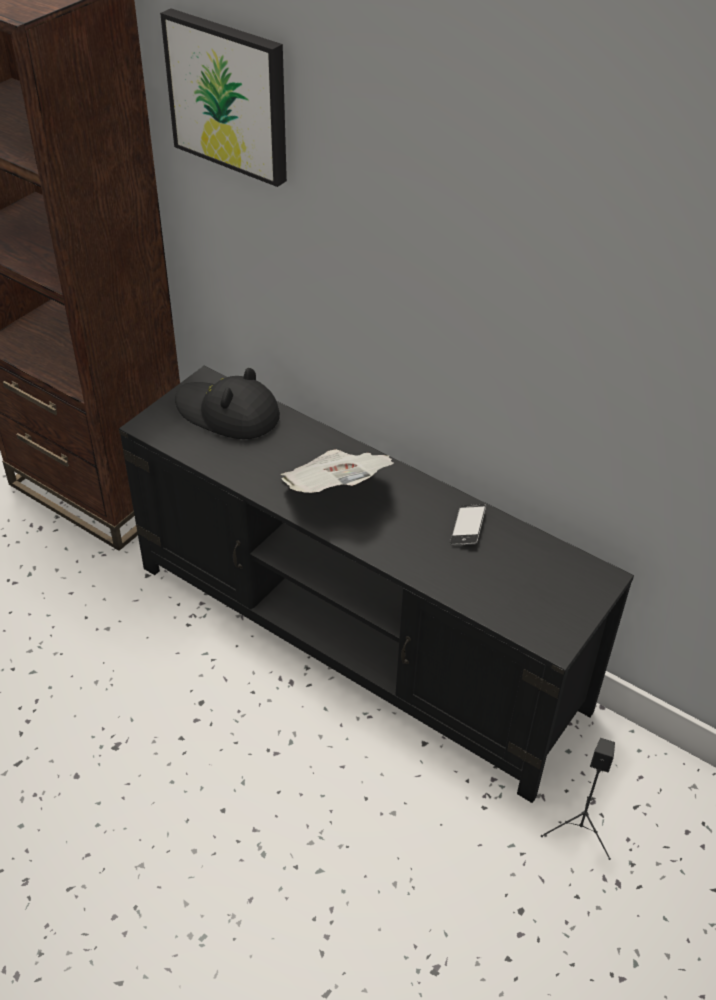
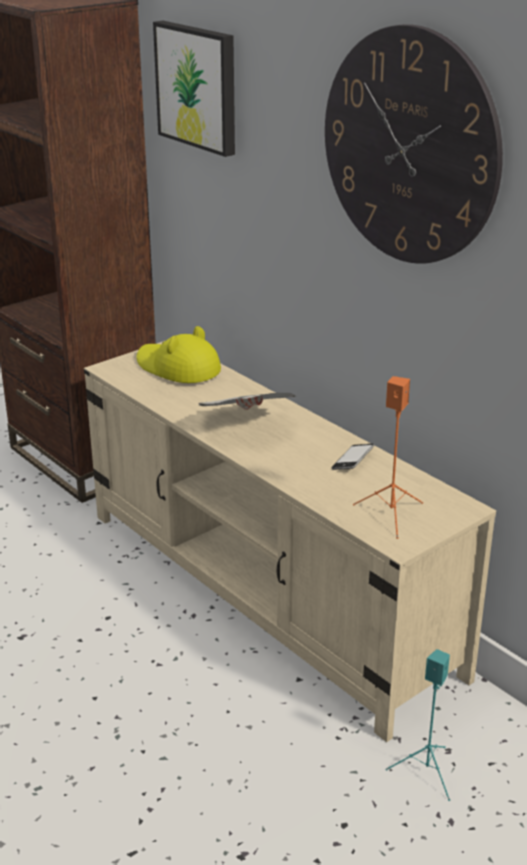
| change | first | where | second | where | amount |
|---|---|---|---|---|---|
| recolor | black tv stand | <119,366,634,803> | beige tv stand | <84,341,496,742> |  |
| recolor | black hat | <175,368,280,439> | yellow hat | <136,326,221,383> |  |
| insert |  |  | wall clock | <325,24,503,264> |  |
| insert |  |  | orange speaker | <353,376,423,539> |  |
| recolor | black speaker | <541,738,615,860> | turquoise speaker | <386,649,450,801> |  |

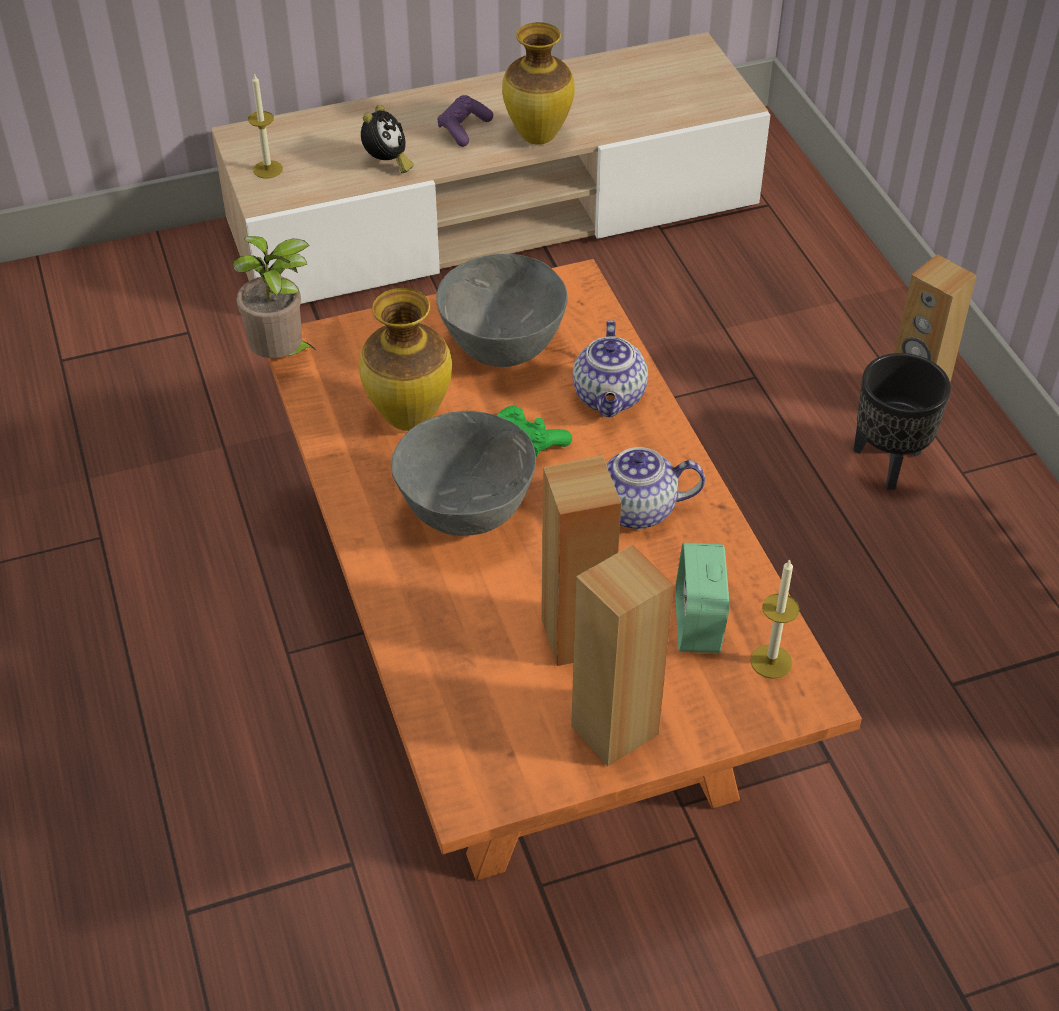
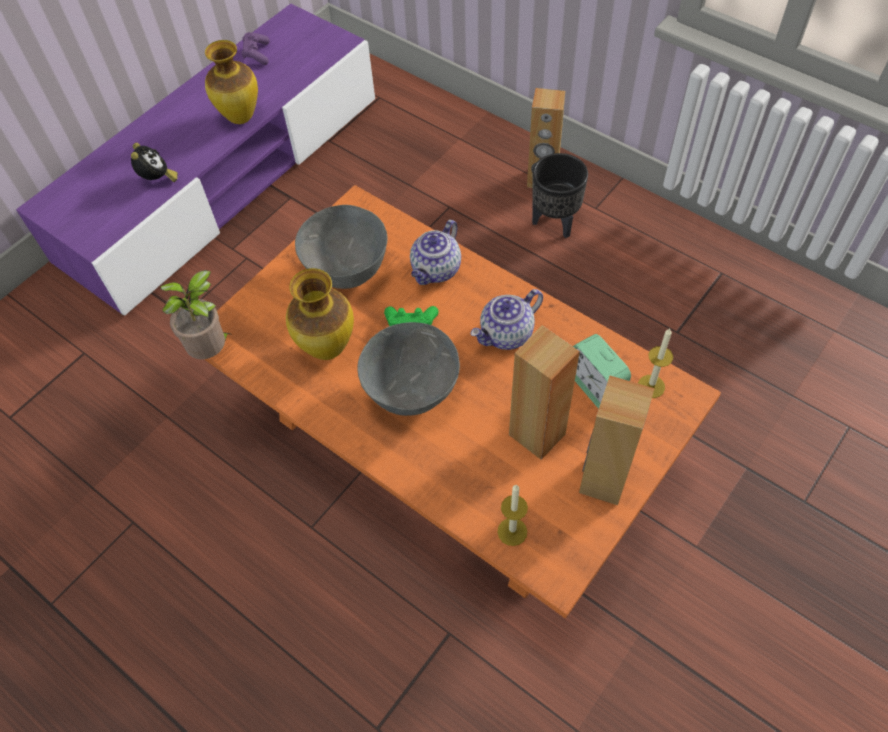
| change | first | where | second | where | amount |
|---|---|---|---|---|---|
| recolor | beige tv stand | <211,32,770,304> | purple tv stand | <16,4,375,316> |  |
| move | purple game controller | <437,95,493,147> |  | <241,32,270,65> |  |
| rotate | teapot | <573,320,648,417> |  | <410,220,461,285> | 60 degrees clockwise |
| move | candle | <248,73,283,178> |  | <497,485,528,546> |  |

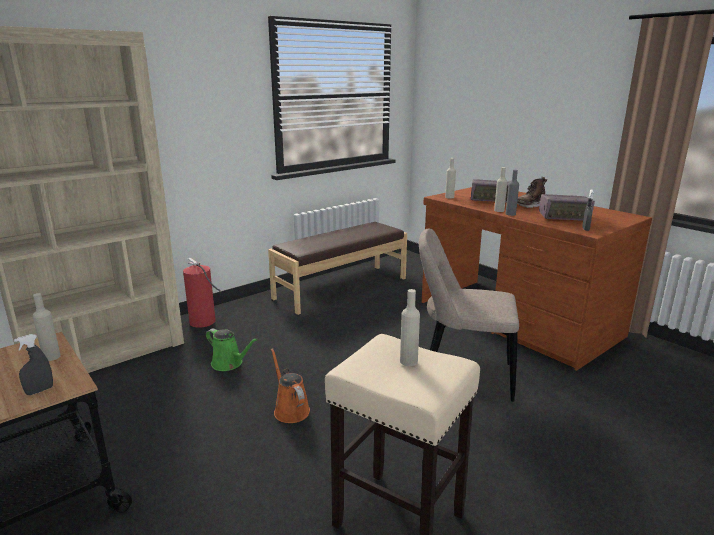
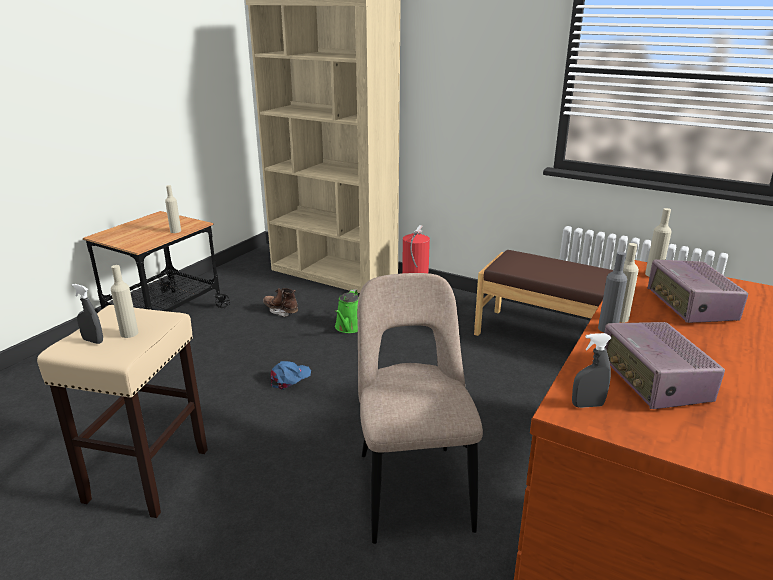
| change | first | where | second | where | amount |
|---|---|---|---|---|---|
| move | grey spray bottle | <14,334,53,395> |  | <72,284,103,344> |  |
| move | brown boot | <517,177,547,208> |  | <263,288,298,317> |  |
| replace | orange watering can | <271,348,310,423> | blue cap | <271,361,311,390> |  |

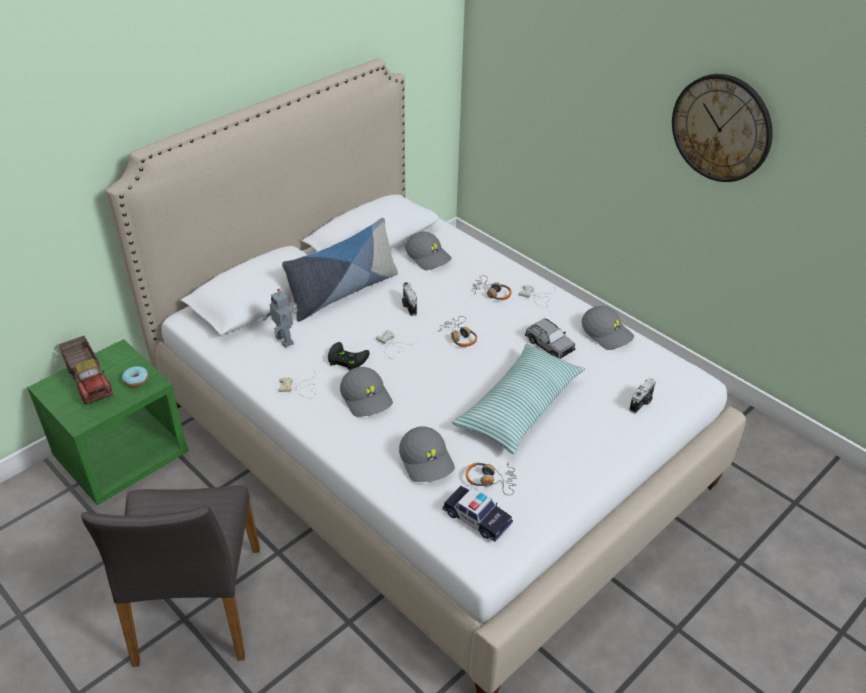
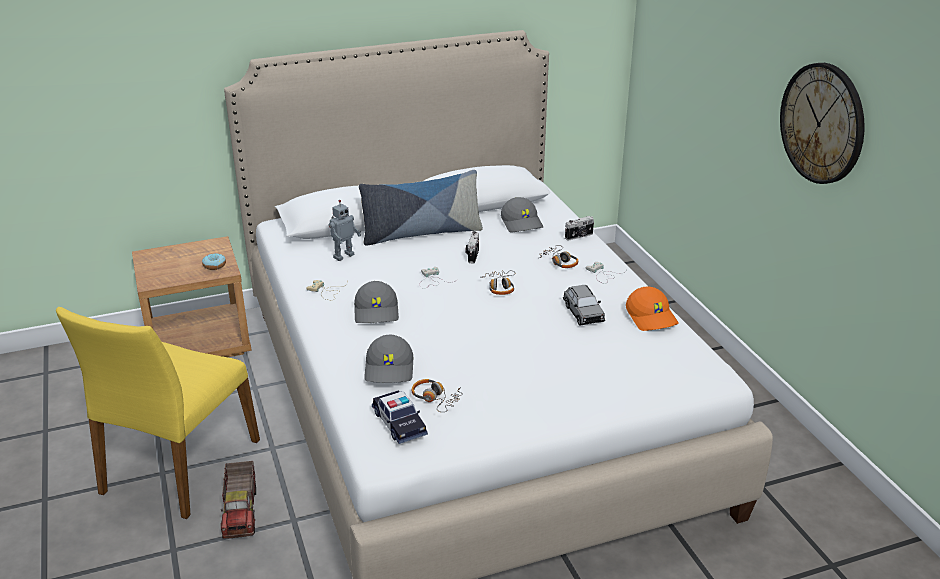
| change | first | where | second | where | amount |
|---|---|---|---|---|---|
| recolor | grey chair | <81,485,260,667> | yellow chair | <56,307,260,519> |  |
| recolor | green nightstand | <27,339,189,505> | brown nightstand | <132,236,252,357> |  |
| move | toy truck | <59,336,113,404> |  | <221,461,256,539> |  |
| rotate | toy robot | <262,289,298,348> |  | <329,200,361,261> | 120 degrees counterclockwise |
| move | photo camera | <629,378,656,414> |  | <565,216,594,241> |  |
| recolor | grey cap | <582,306,634,350> | orange cap | <626,286,679,331> |  |
| delete | black game controller | <328,342,369,371> |  |  |  |
| delete | pillow | <452,342,585,454> |  |  |  |

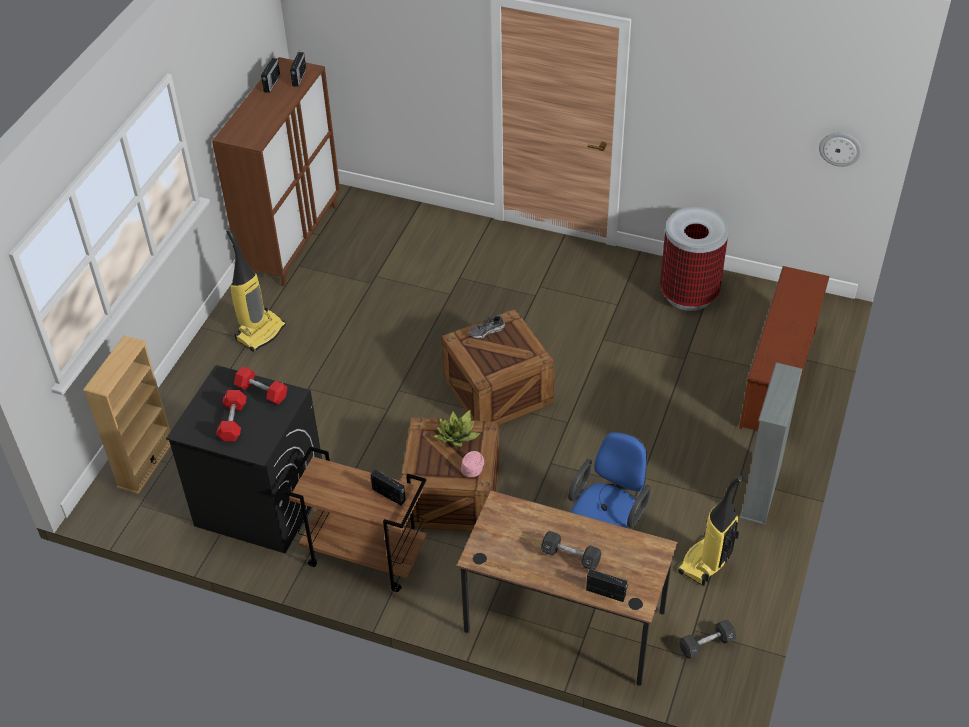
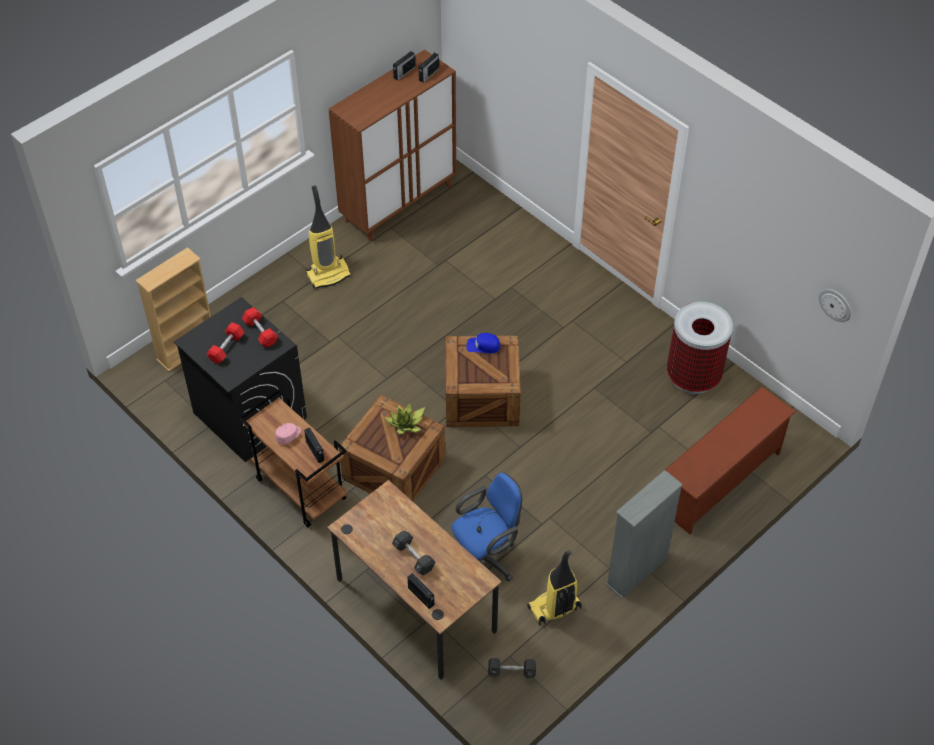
| change | first | where | second | where | amount |
|---|---|---|---|---|---|
| move | pink cap | <461,451,484,477> |  | <275,423,301,445> |  |
| replace | shoe | <469,314,505,339> | blue cap | <466,333,501,354> |  |

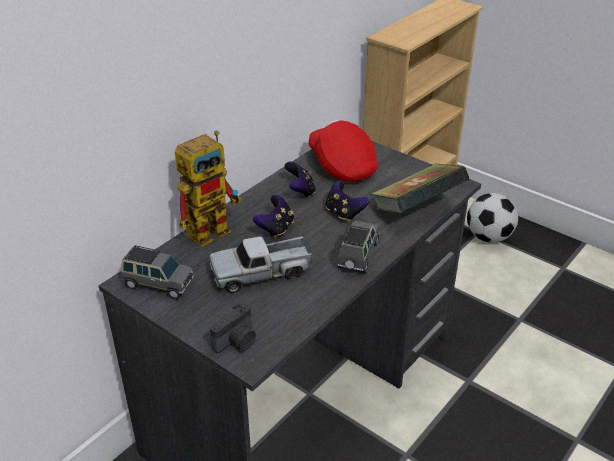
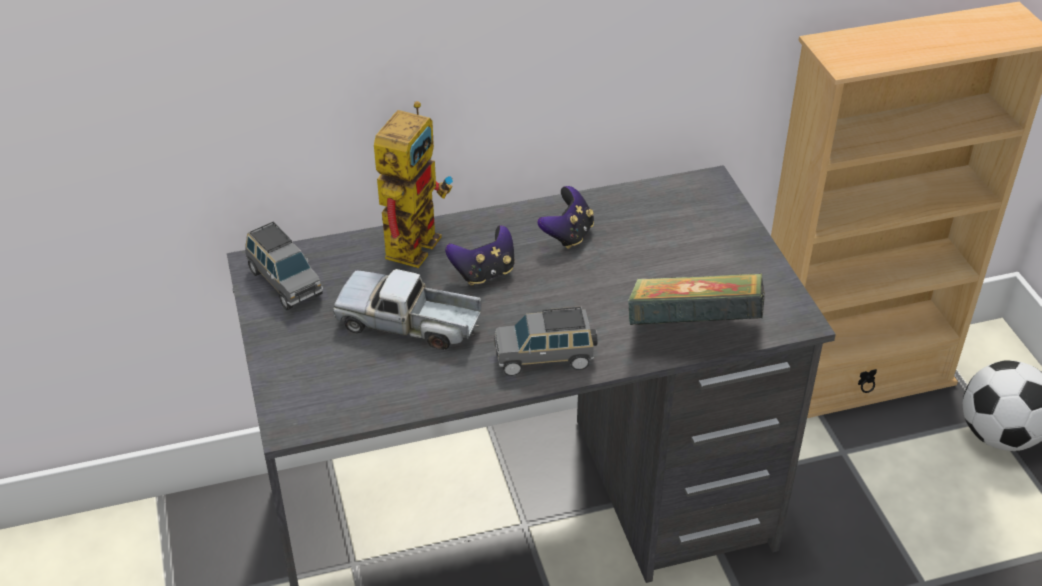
| change | first | where | second | where | amount |
|---|---|---|---|---|---|
| rotate | toy robot | <175,131,242,247> |  | <374,101,453,268> | 60 degrees counterclockwise |
| rotate | grey toy car | <337,221,379,273> |  | <494,306,597,376> | 150 degrees counterclockwise |
| delete | photo camera | <210,303,256,353> |  |  |  |
| delete | red cap | <309,120,378,182> |  |  |  |
| delete | game controller | <325,181,369,222> |  |  |  |

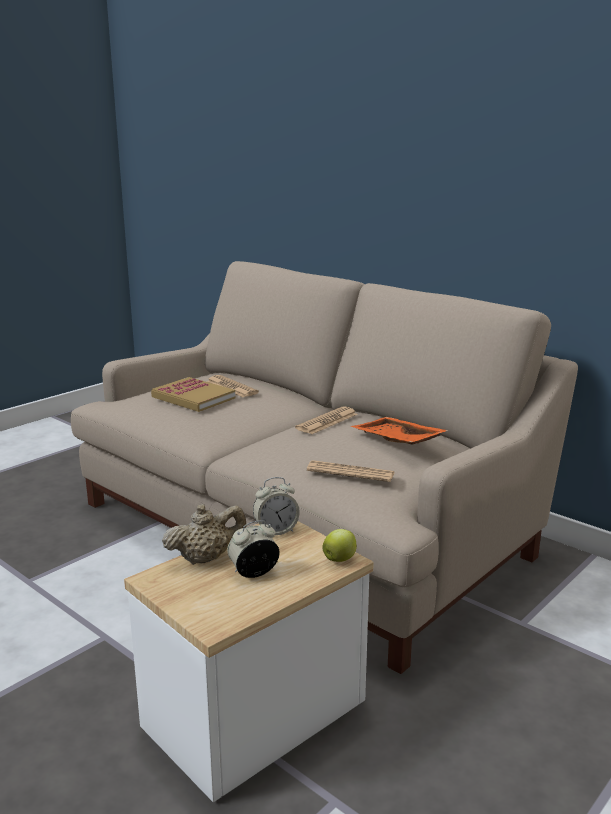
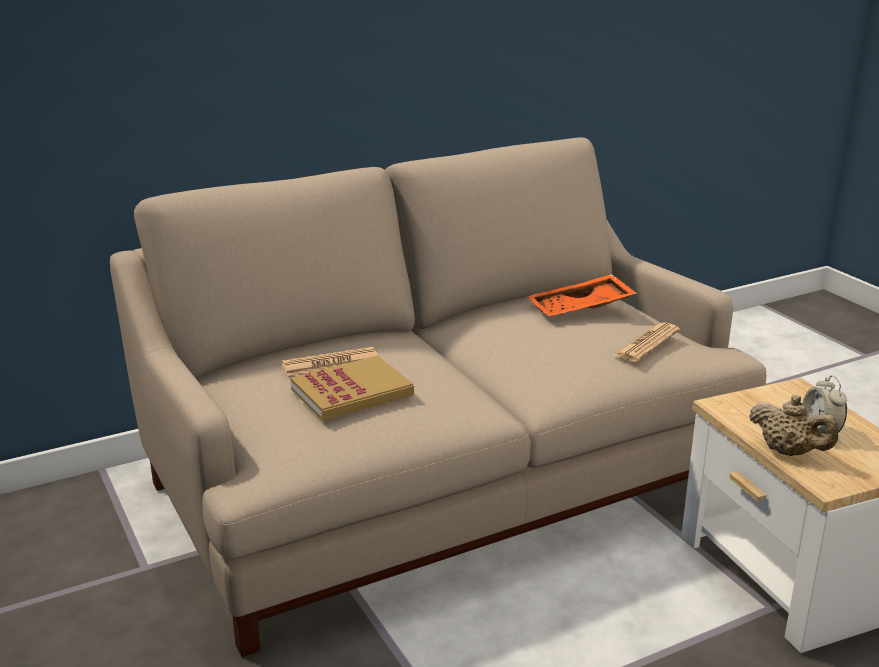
| change | first | where | second | where | amount |
|---|---|---|---|---|---|
| rotate | beige teapot | <162,504,246,565> |  | <749,395,838,456> | 135 degrees clockwise |
| delete | alarm clock | <253,477,300,535> |  |  |  |
| delete | newspaper | <295,406,358,434> |  |  |  |
| delete | apple | <322,529,356,562> |  |  |  |

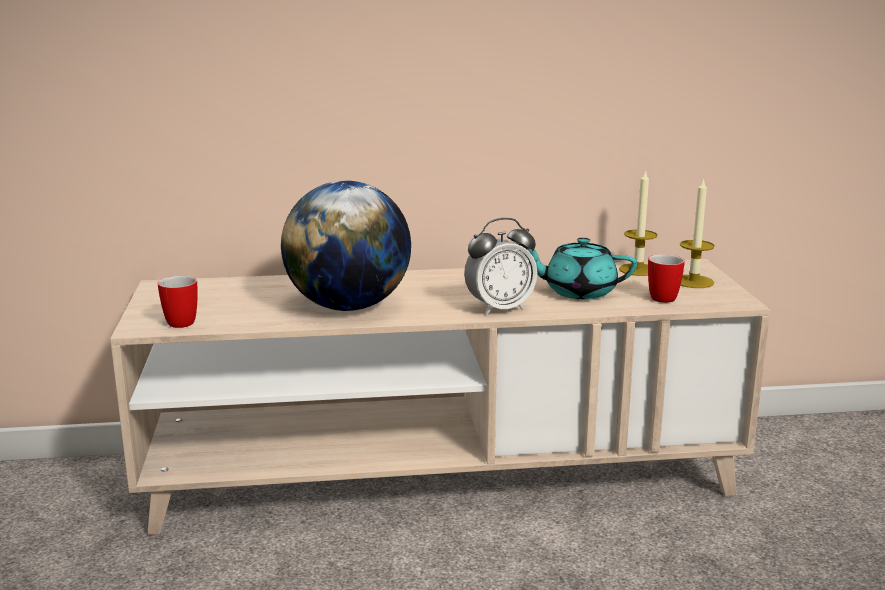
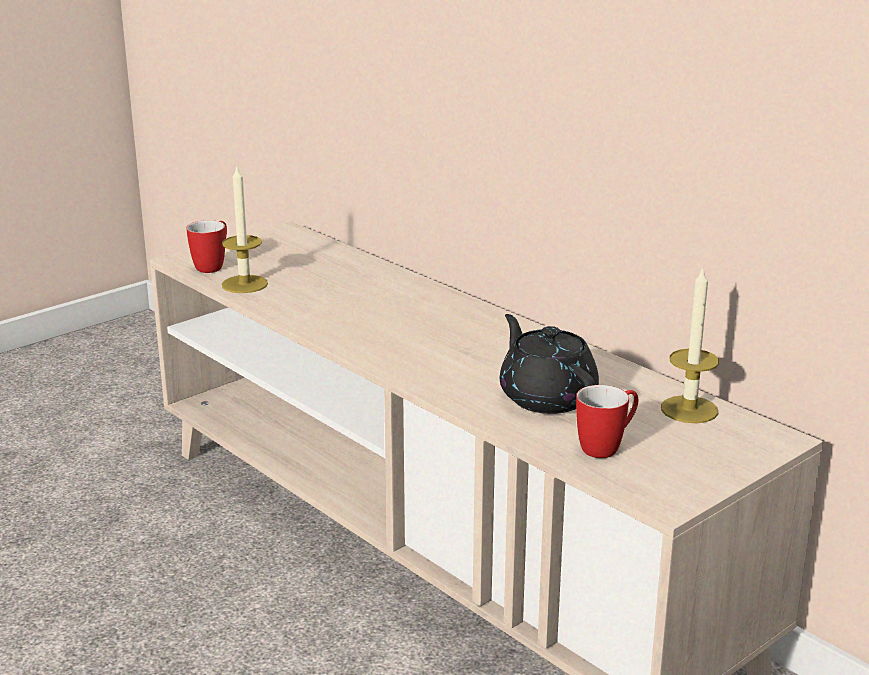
| change | first | where | second | where | amount |
|---|---|---|---|---|---|
| move | candle | <680,177,715,288> |  | <222,167,268,293> |  |
| recolor | turquoise teapot | <525,237,637,300> | black teapot | <500,314,599,414> |  |
| delete | globe | <281,181,411,311> |  |  |  |
| delete | alarm clock | <464,218,537,315> |  |  |  |

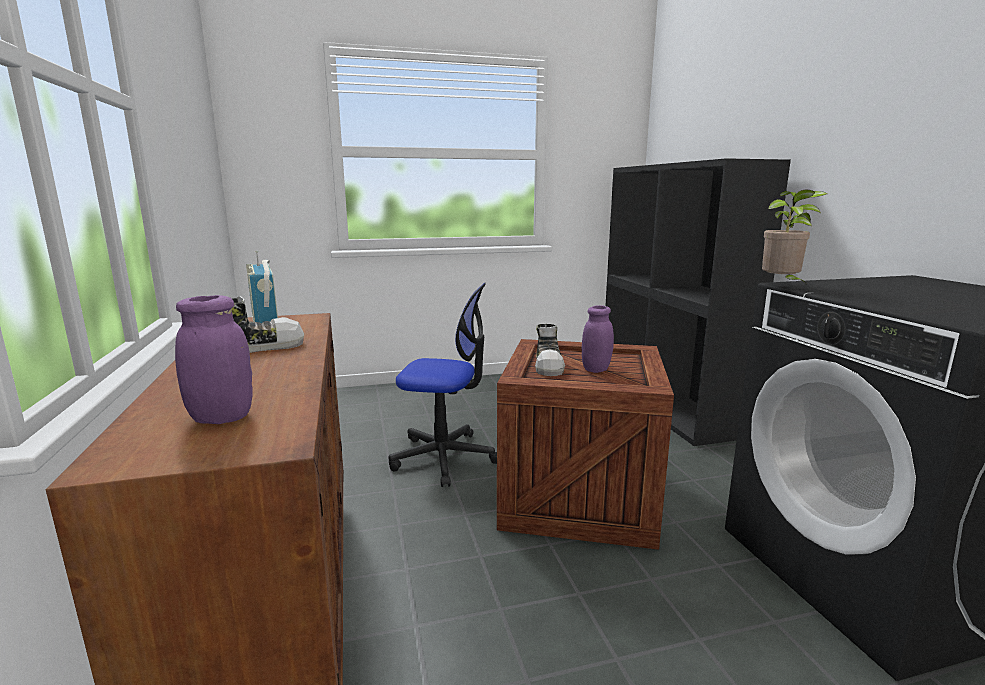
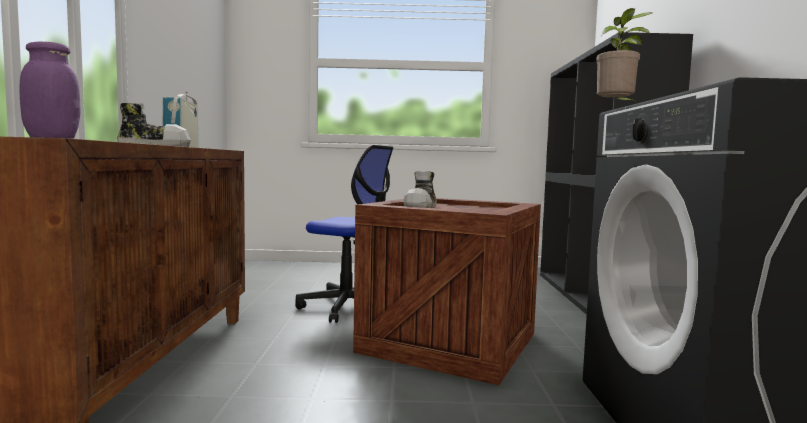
| change | first | where | second | where | amount |
|---|---|---|---|---|---|
| delete | purple jar | <582,305,614,373> |  |  |  |

